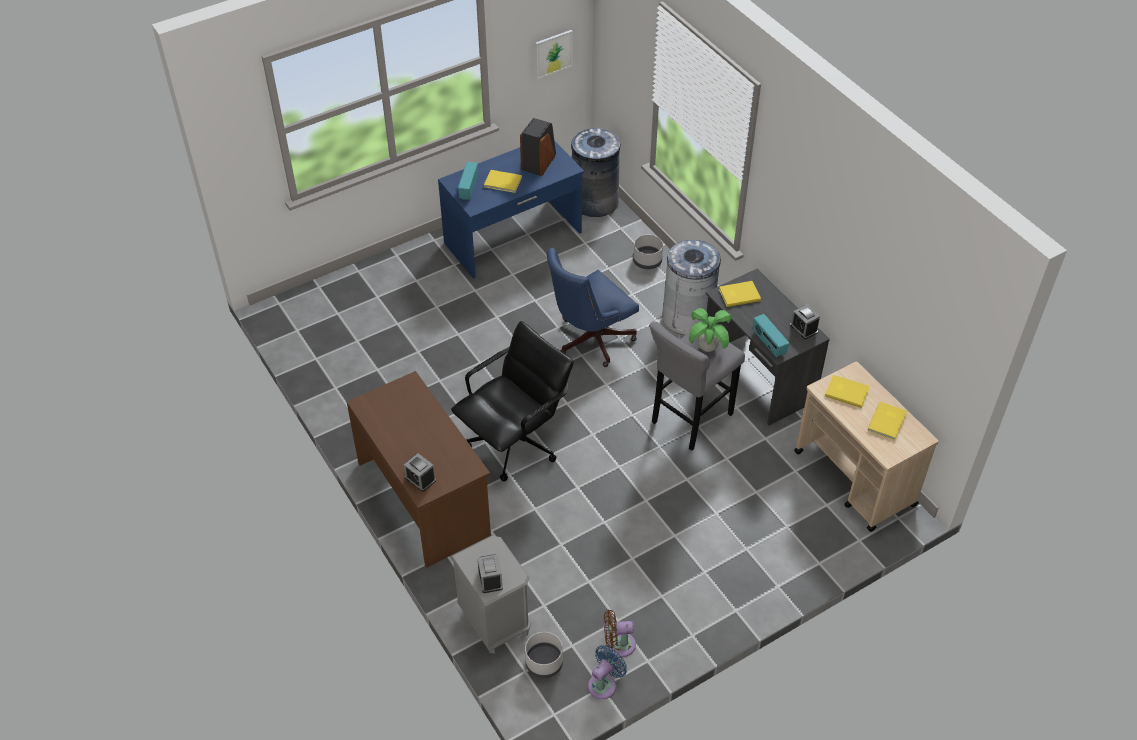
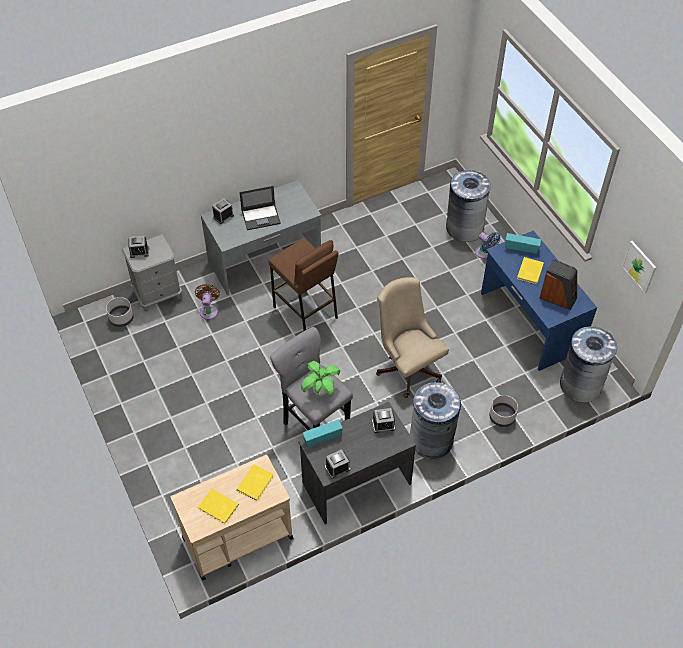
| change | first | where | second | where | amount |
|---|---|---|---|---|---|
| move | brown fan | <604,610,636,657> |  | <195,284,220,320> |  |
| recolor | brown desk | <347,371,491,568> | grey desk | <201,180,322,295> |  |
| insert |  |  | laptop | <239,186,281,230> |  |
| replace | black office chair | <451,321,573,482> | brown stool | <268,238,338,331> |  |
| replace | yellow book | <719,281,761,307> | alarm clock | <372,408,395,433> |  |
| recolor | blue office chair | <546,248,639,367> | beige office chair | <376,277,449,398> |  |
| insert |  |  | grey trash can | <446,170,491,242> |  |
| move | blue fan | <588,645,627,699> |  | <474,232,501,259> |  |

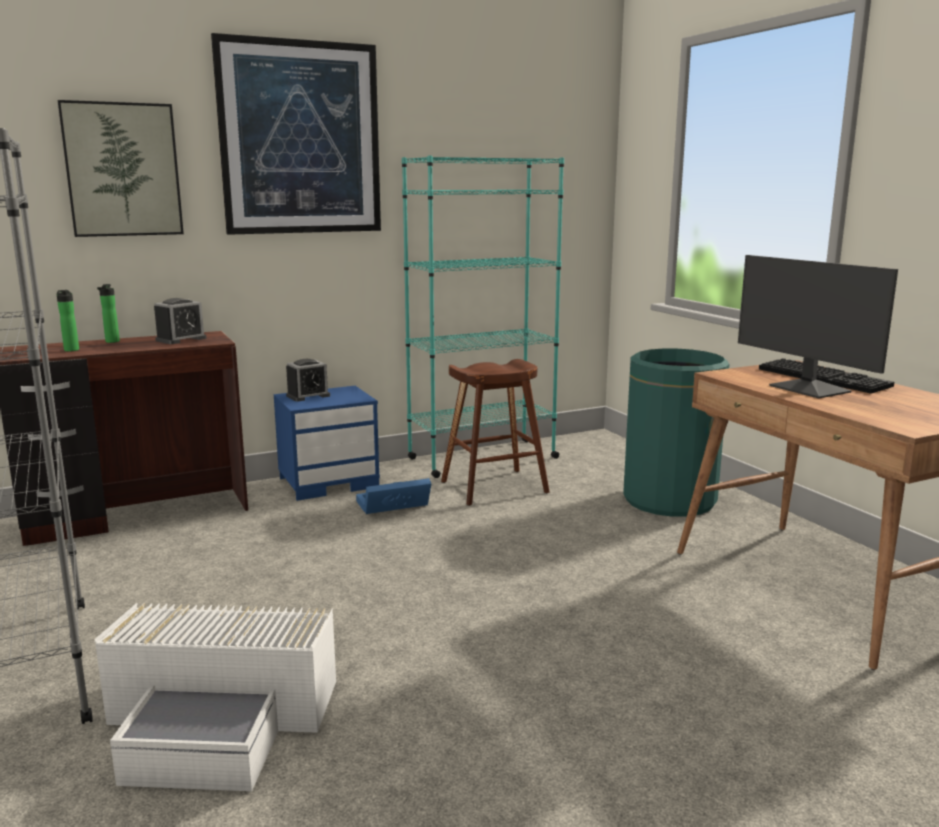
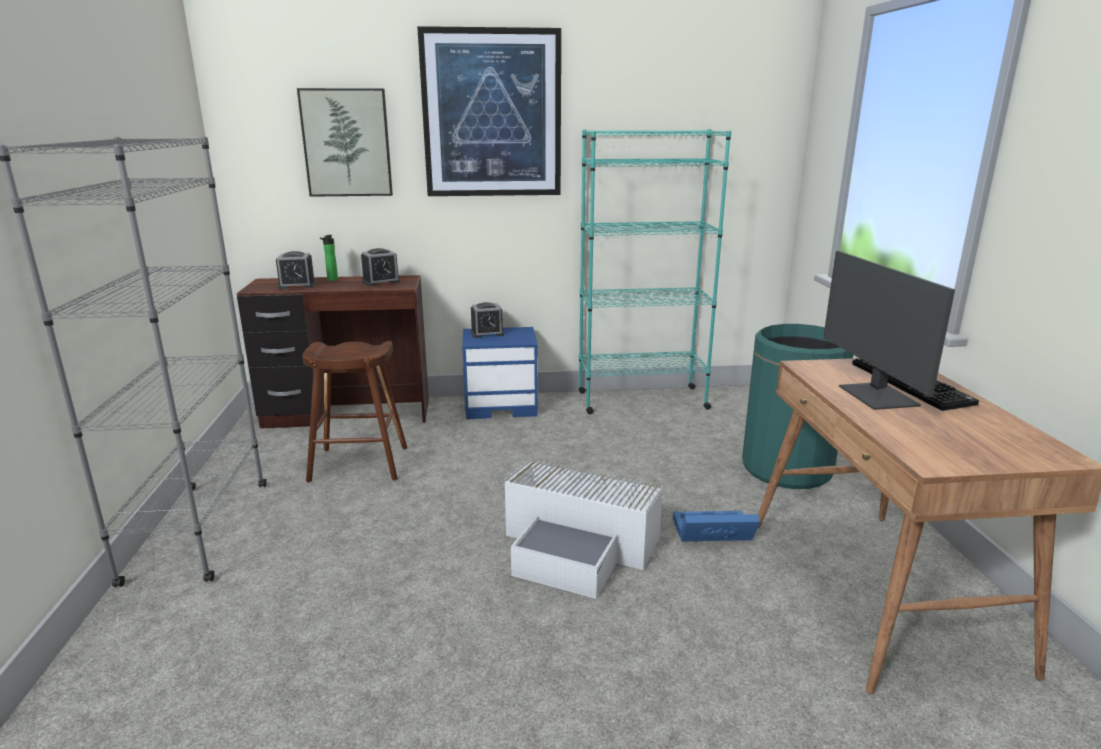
| change | first | where | second | where | amount |
|---|---|---|---|---|---|
| replace | bottle | <57,290,79,352> | alarm clock | <276,251,316,289> |  |
| move | brown stool | <441,359,550,506> |  | <302,341,407,483> |  |
| move | white storage box | <94,603,336,791> |  | <504,459,663,599> |  |
| move | blue storage box | <356,478,431,514> |  | <673,511,760,542> |  |

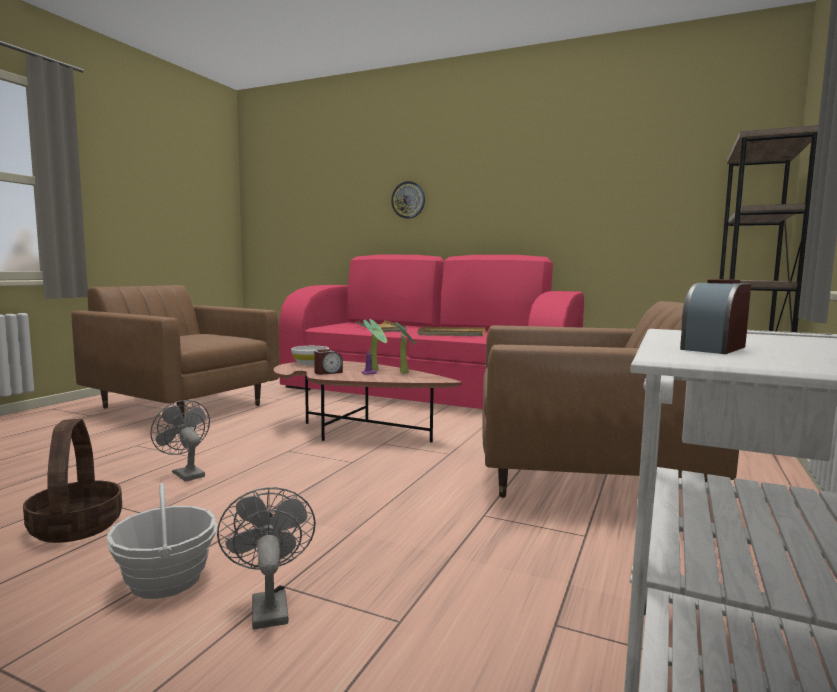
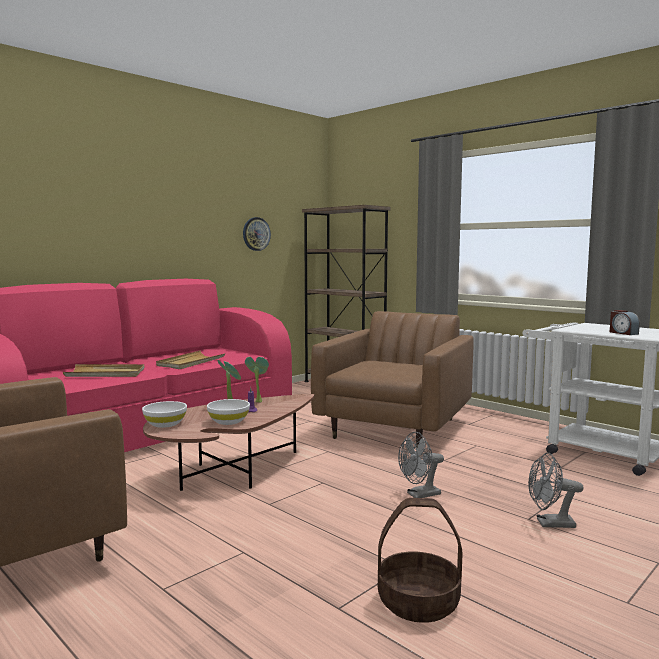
| change | first | where | second | where | amount |
|---|---|---|---|---|---|
| replace | alarm clock | <314,349,343,375> | white bowl | <207,399,250,425> |  |
| move | wall clock | <391,181,425,219> |  | <243,217,271,251> |  |
| move | grey fan | <150,400,210,482> |  | <398,432,444,498> |  |
| delete | basket | <106,483,217,599> |  |  |  |

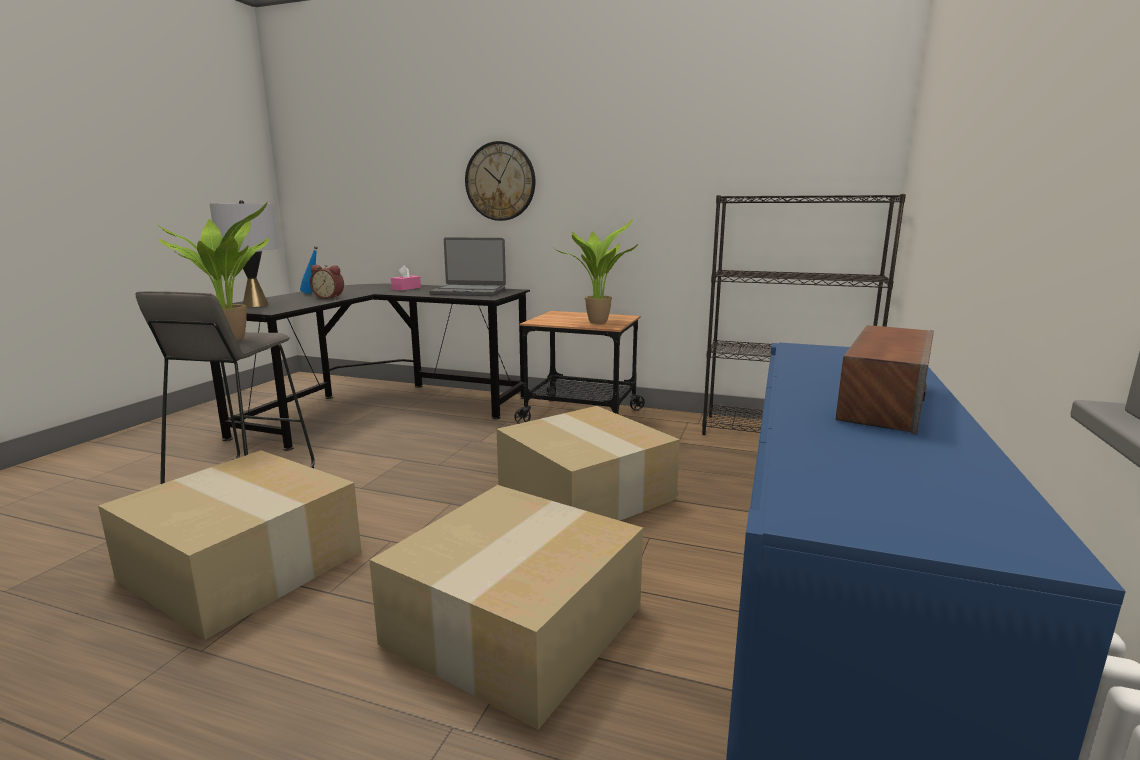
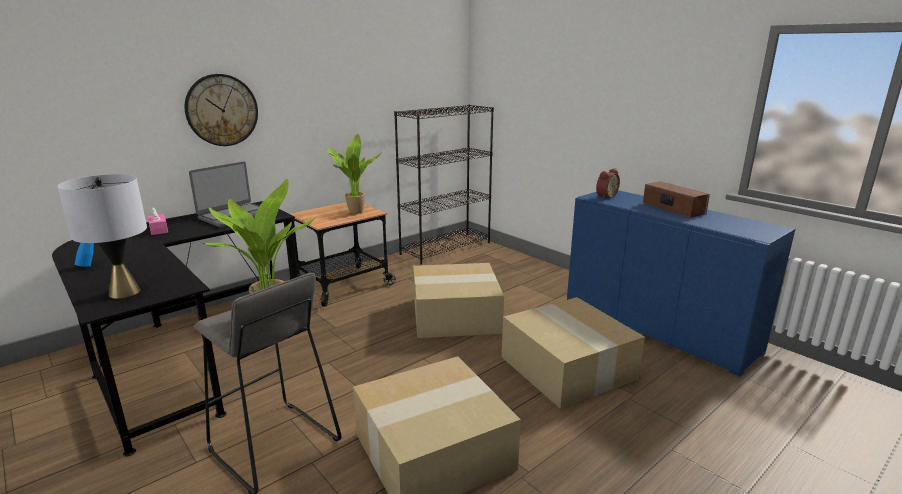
| change | first | where | second | where | amount |
|---|---|---|---|---|---|
| move | alarm clock | <310,265,344,299> |  | <596,168,620,199> |  |

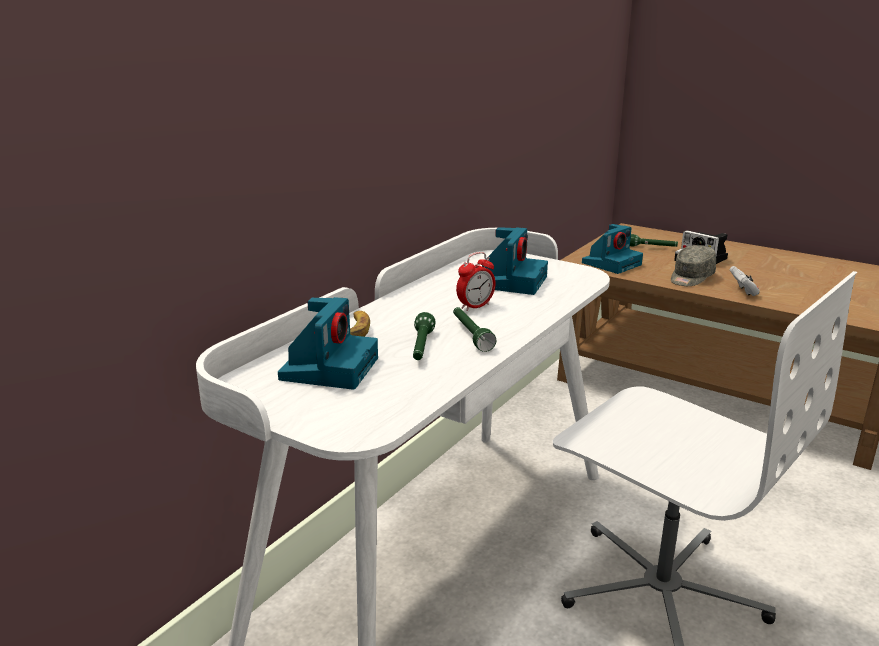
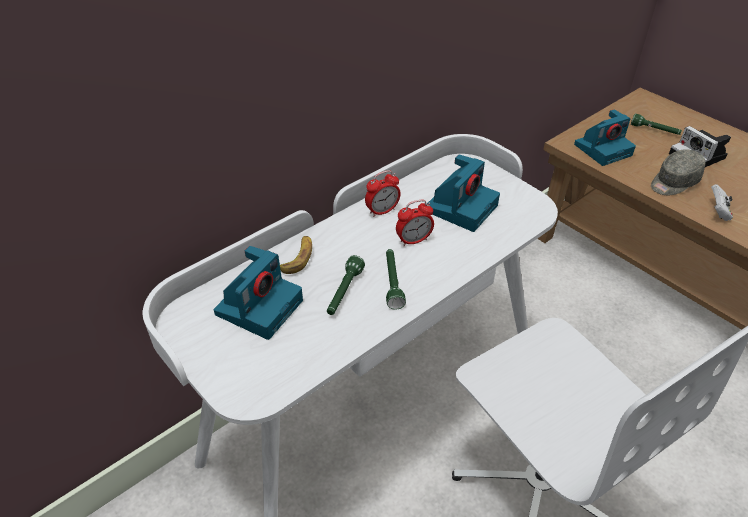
| change | first | where | second | where | amount |
|---|---|---|---|---|---|
| insert |  |  | alarm clock | <365,170,401,217> |  |

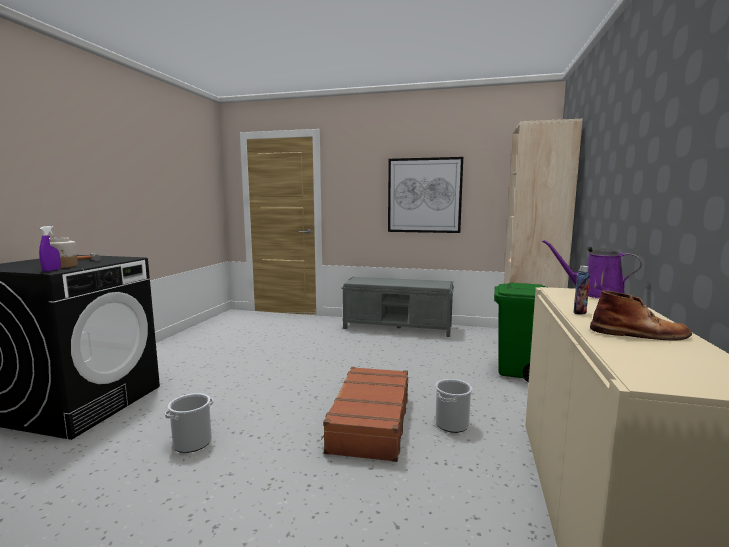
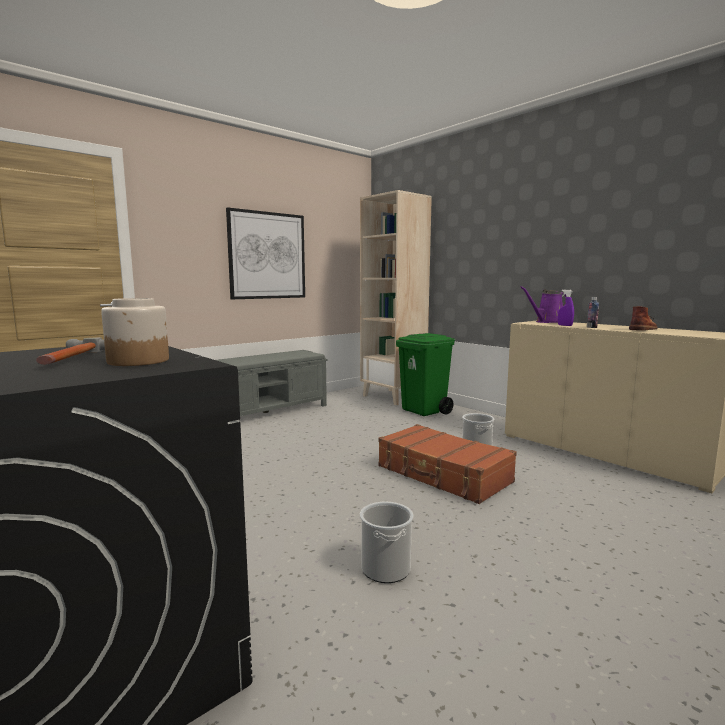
| change | first | where | second | where | amount |
|---|---|---|---|---|---|
| move | purple spray bottle | <39,226,61,272> |  | <558,290,574,326> |  |

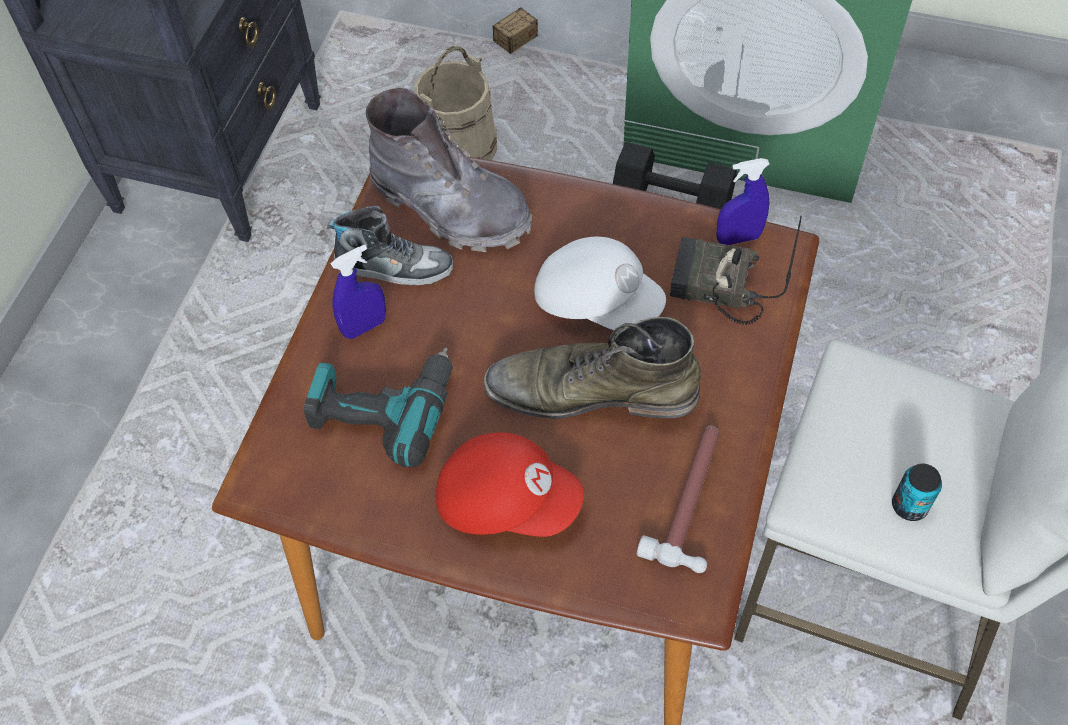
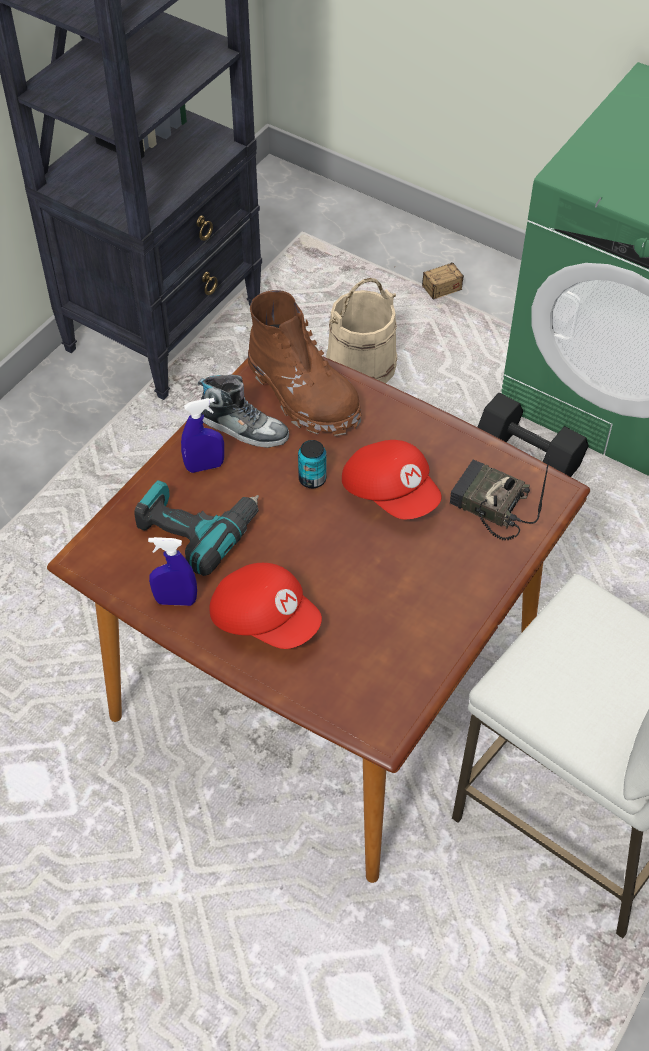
| change | first | where | second | where | amount |
|---|---|---|---|---|---|
| move | blue spray bottle | <716,158,770,245> |  | <148,537,197,606> |  |
| recolor | grey boot | <366,88,533,252> | brown boot | <248,290,361,436> |  |
| move | can | <892,464,942,521> |  | <298,440,326,488> |  |
| recolor | white cap | <534,237,666,330> | red cap | <342,440,442,519> |  |
| delete | green boot | <483,317,701,419> |  |  |  |
| delete | hammer | <636,426,719,573> |  |  |  |

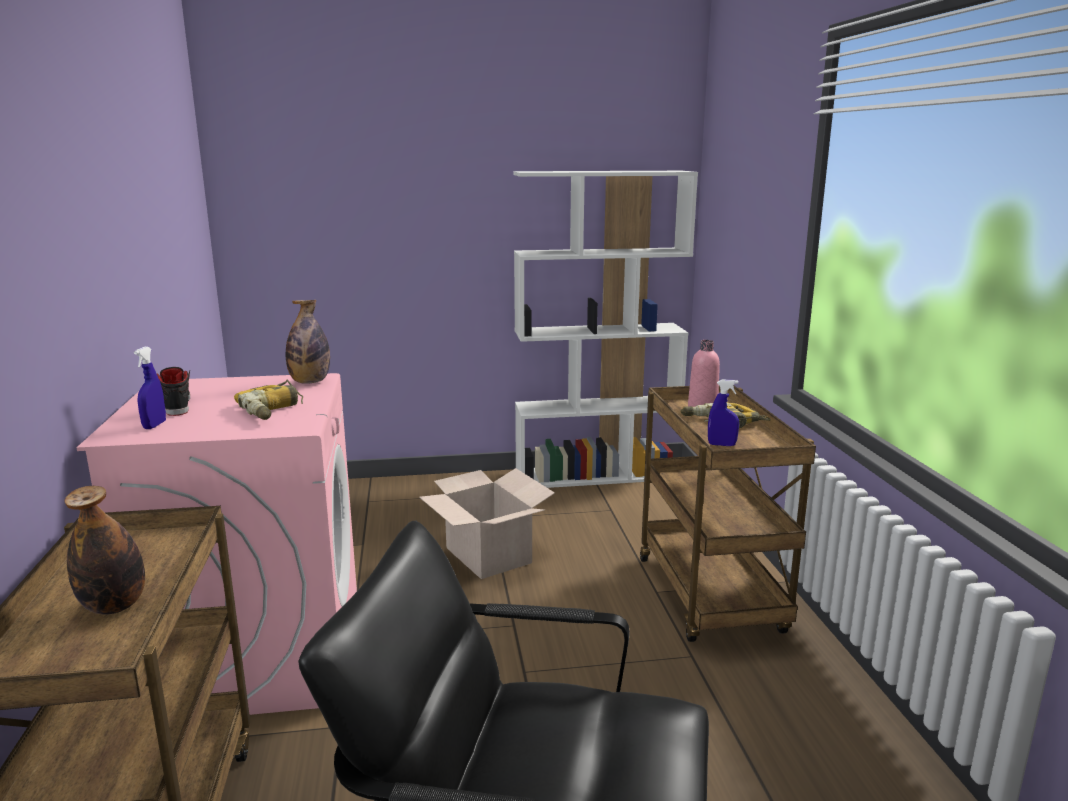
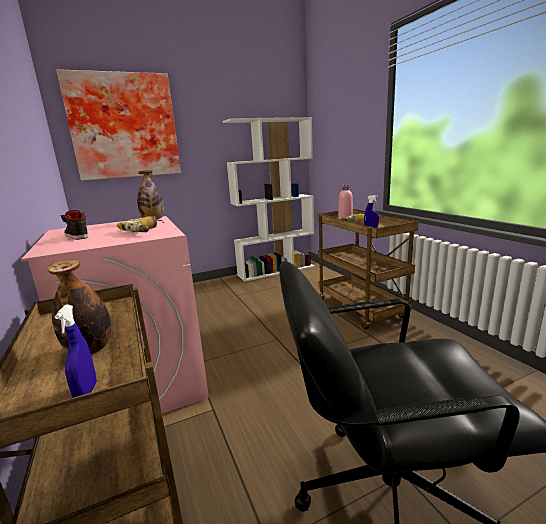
| change | first | where | second | where | amount |
|---|---|---|---|---|---|
| move | blue spray bottle | <134,346,166,429> |  | <55,305,97,398> |  |
| insert |  |  | picture | <56,69,181,180> |  |
| delete | cardboard box | <419,468,555,579> |  |  |  |

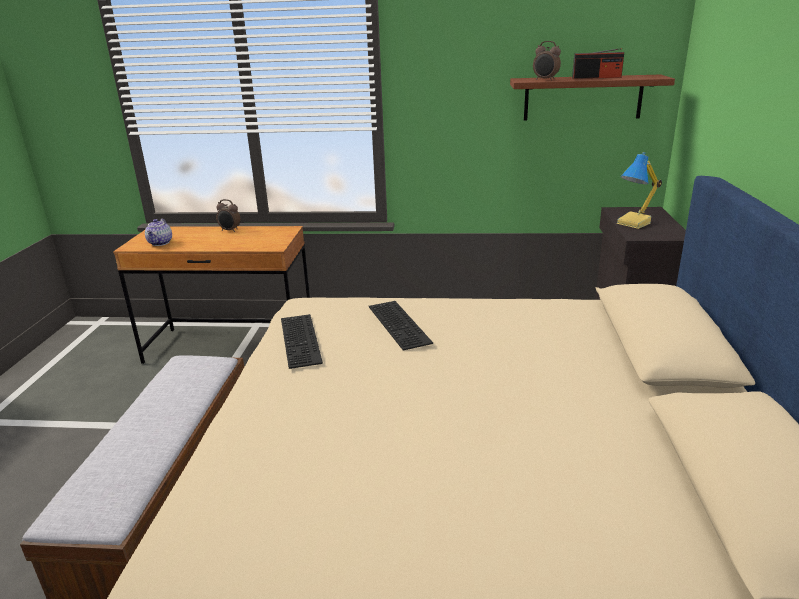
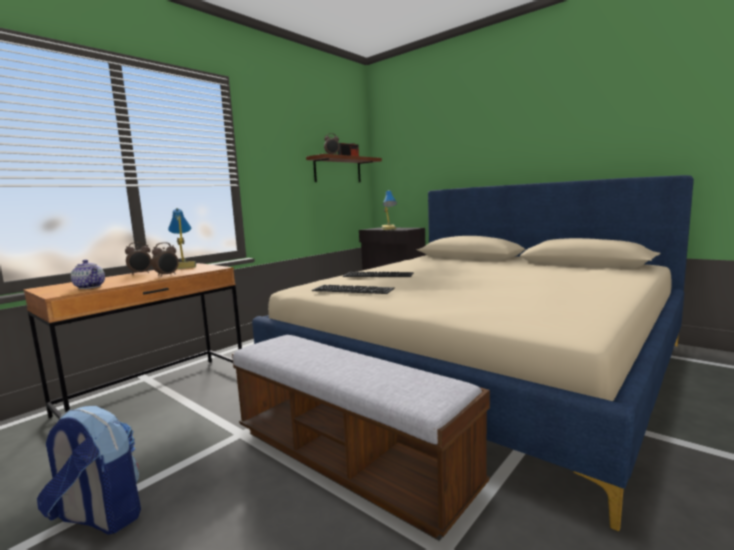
| change | first | where | second | where | amount |
|---|---|---|---|---|---|
| insert |  |  | backpack | <37,406,141,535> |  |
| insert |  |  | alarm clock | <151,242,179,277> |  |
| insert |  |  | table lamp | <168,208,196,269> |  |

